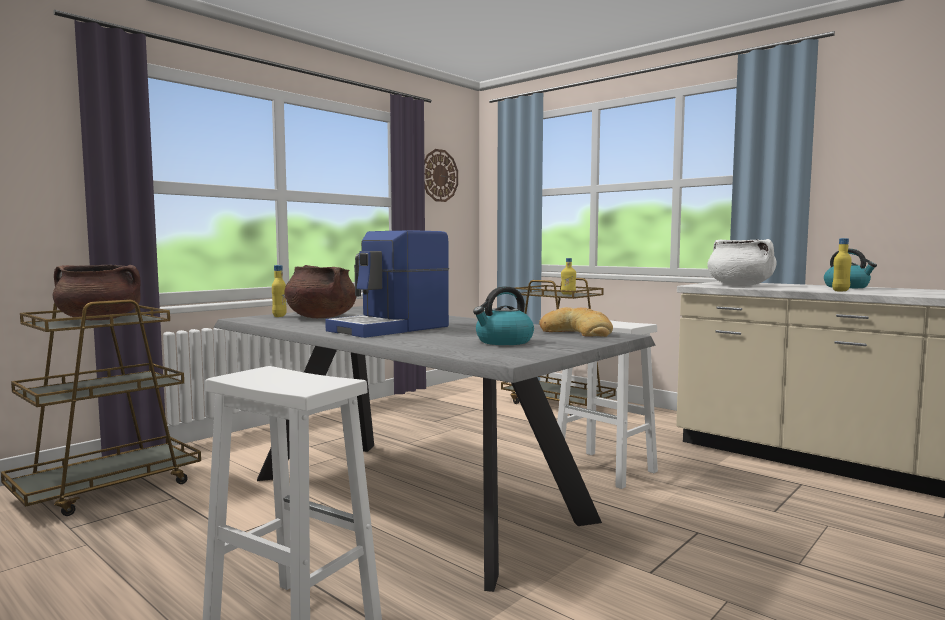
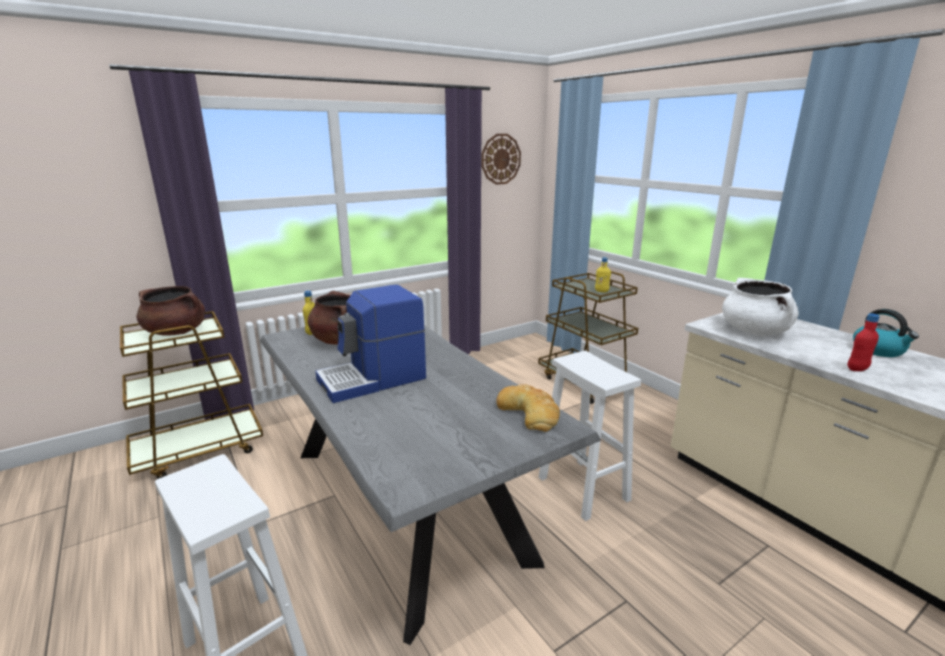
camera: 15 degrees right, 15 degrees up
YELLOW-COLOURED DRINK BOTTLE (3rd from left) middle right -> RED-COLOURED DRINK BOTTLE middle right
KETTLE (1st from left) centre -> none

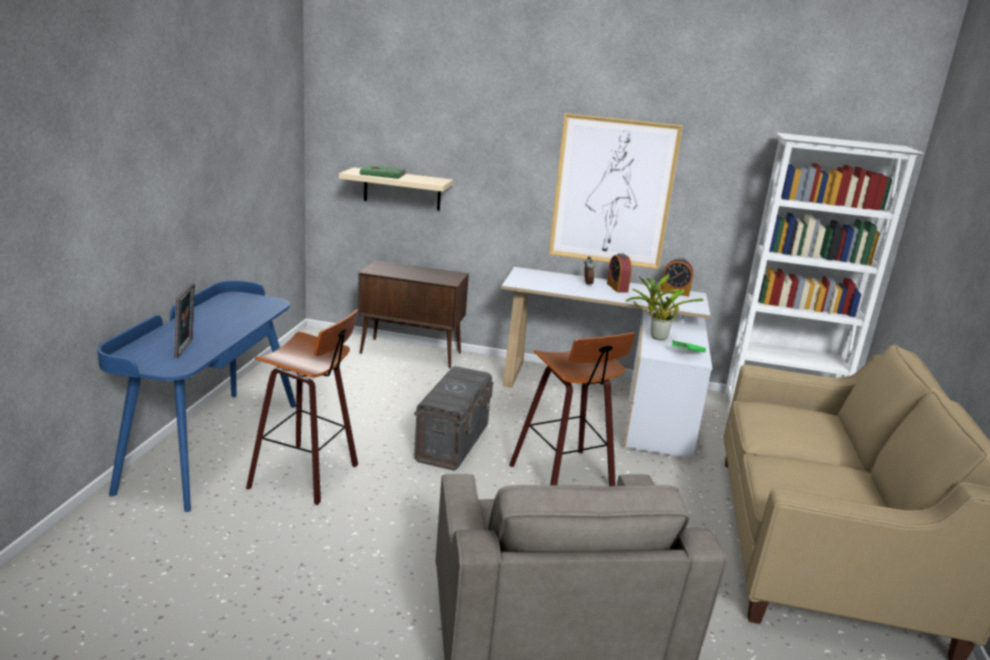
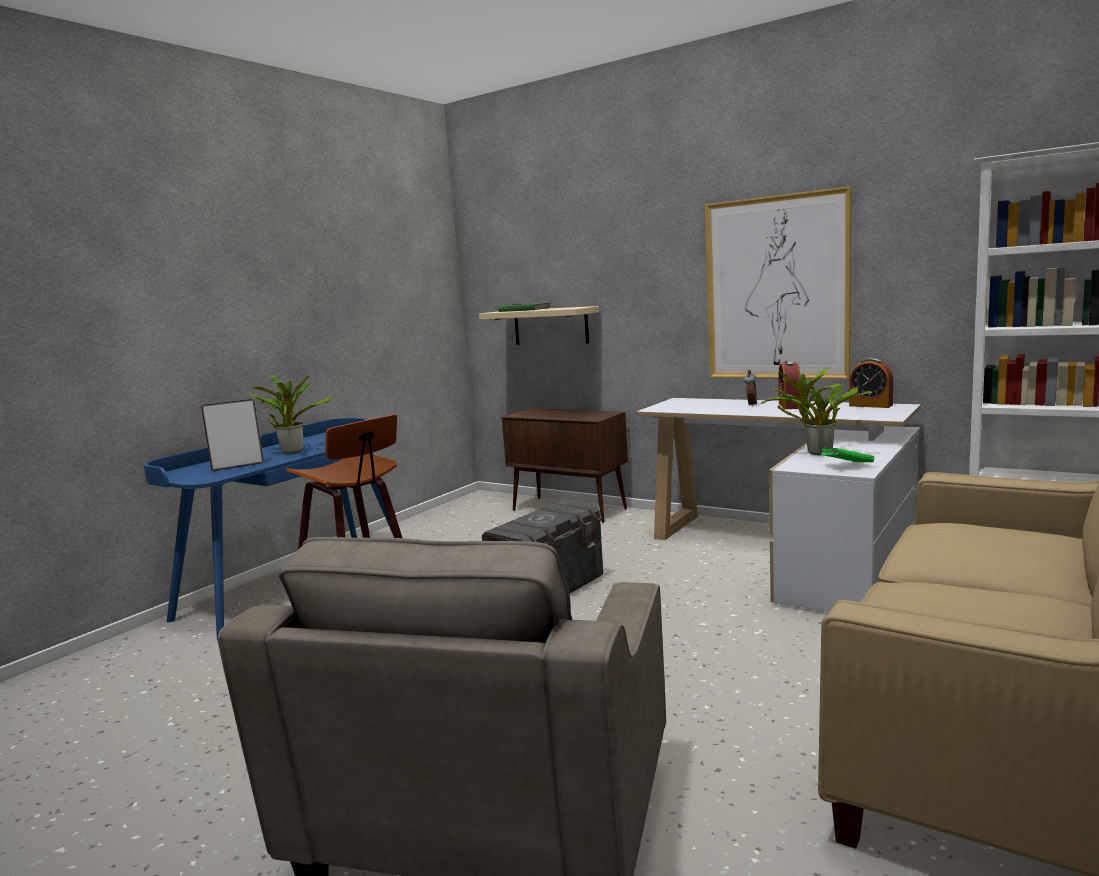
camera: 25 degrees right, 10 degrees down
PHOTO FRAME middle left, 135 degrees counterclockwise
STOOL (2nd from left) centre -> none
none -> POTTED PLANT (1st from left) middle left

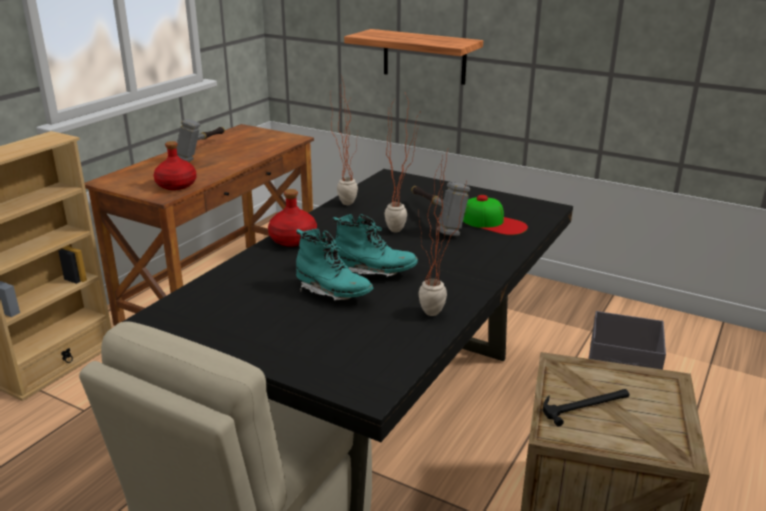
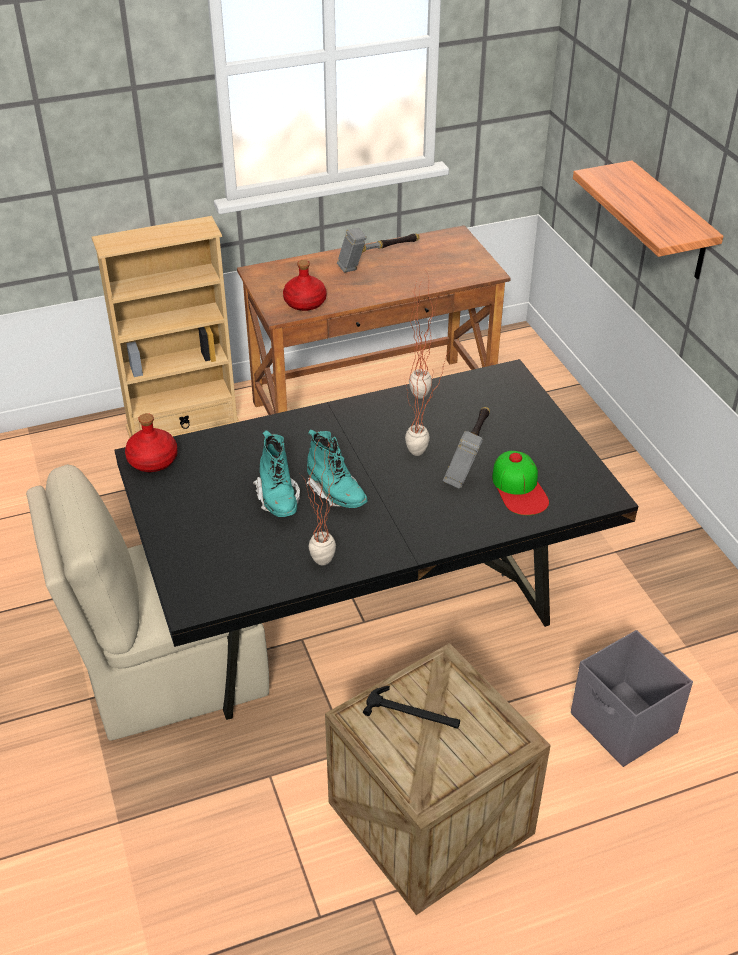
camera: 40 degrees right, 15 degrees up
RED-COLOURED DRINK BOTTLE (2nd from left in the first image) centre -> RED-COLOURED DRINK BOTTLE (1st from left) middle left, move

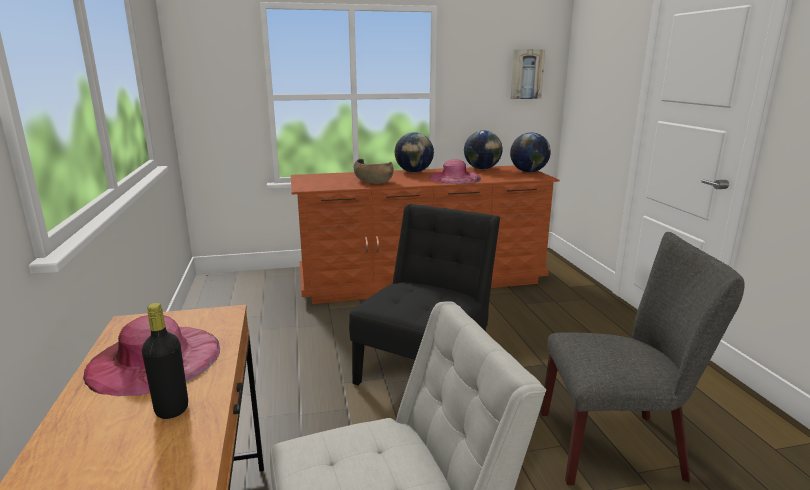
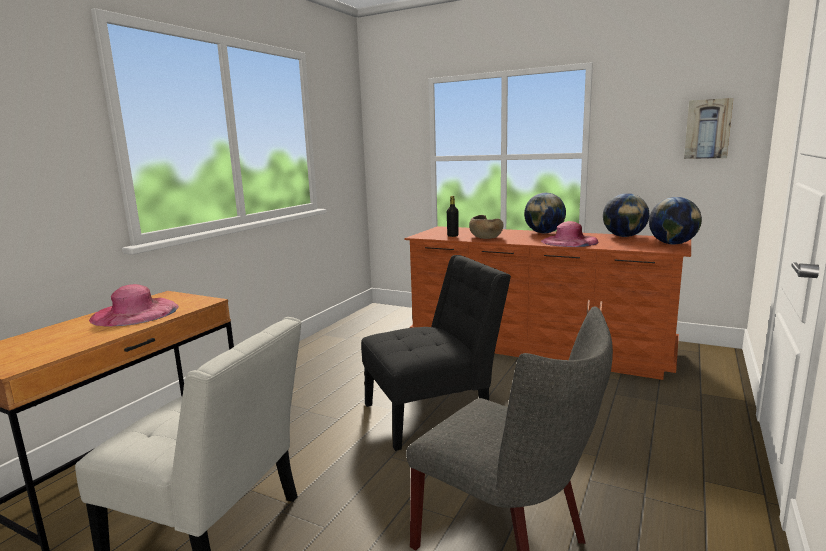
camera: 40 degrees right, 5 degrees down
BLACKISH DRINK BOTTLE bottom left -> BLACKISH DRINK BOTTLE centre, move

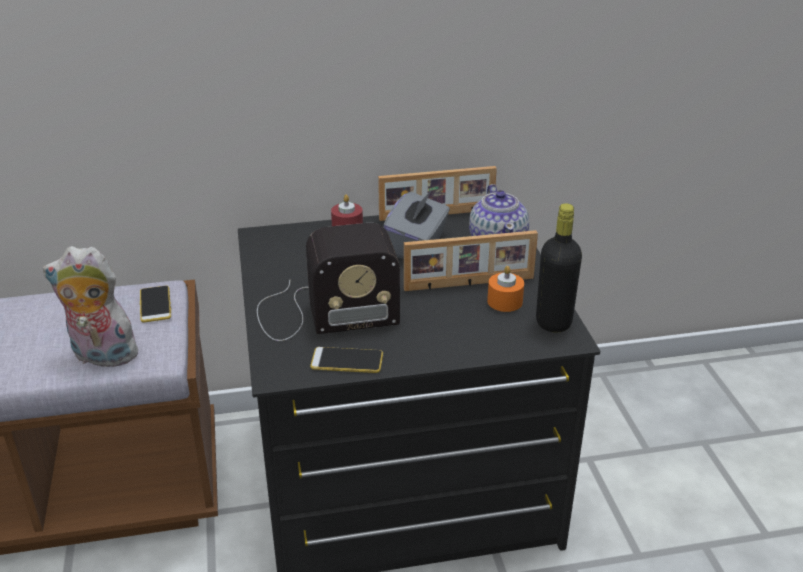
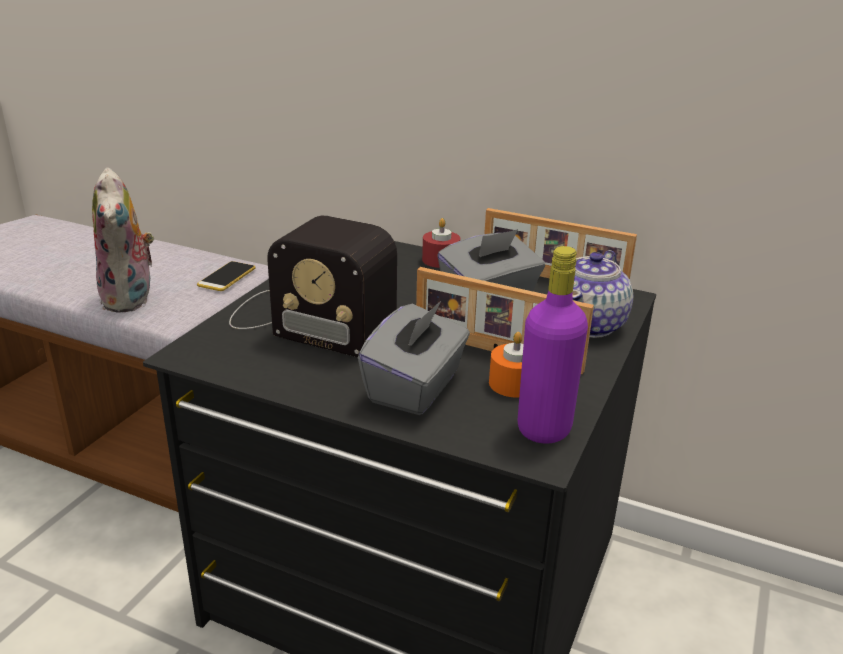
camera: 35 degrees right, 5 degrees down
BLACKISH DRINK BOTTLE middle right -> PURPLISH DRINK BOTTLE centre
CUDDLY TOY middle left, 150 degrees counterclockwise
TELEPHONE (2nd from left) centre -> none
none -> GREYISH TISSUE HOLDER (1st from left) centre

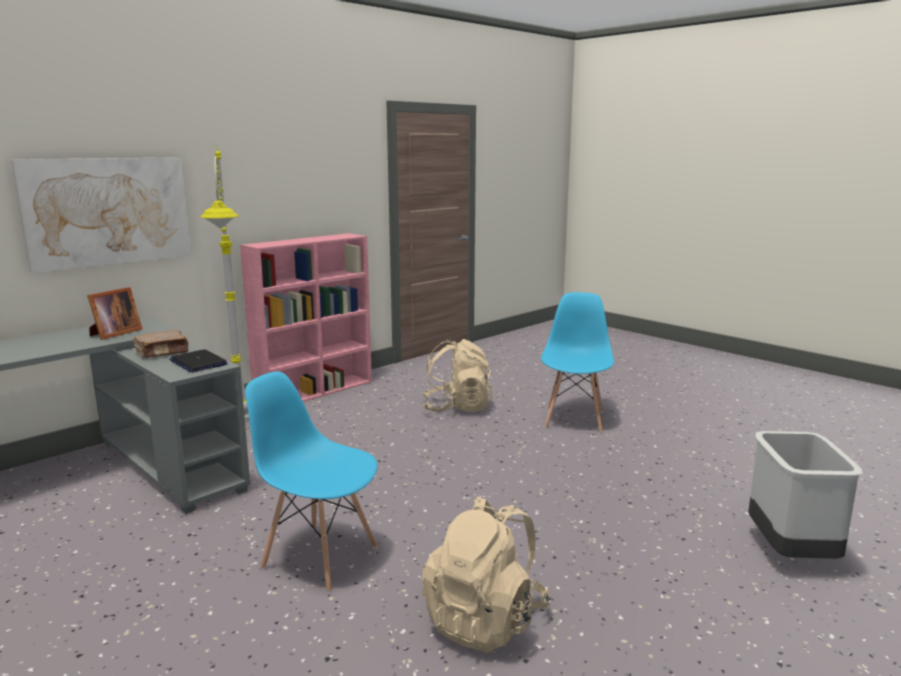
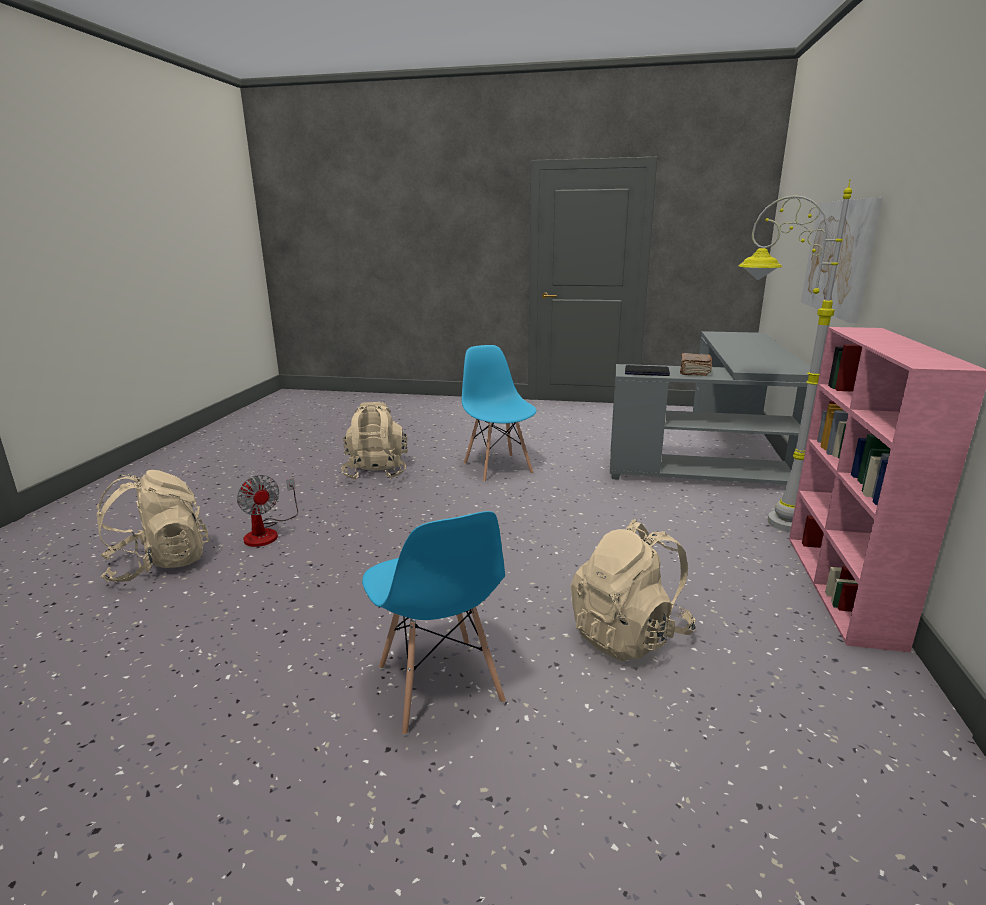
camera: 145 degrees right, 5 degrees up
PHOTO FRAME middle left -> none
BLUE-COLOURED CHAIR (1st from left in the first image) bottom centre -> BLUE-COLOURED CHAIR (2nd from left) centre, 105 degrees counterclockwise
GREYISH RUBBISH BIN bottom right -> BEIGE RUCKSACK (1st from left) middle left
none -> COOLING FAN middle left

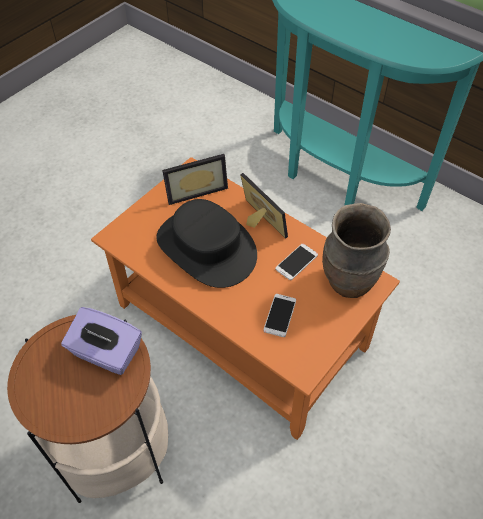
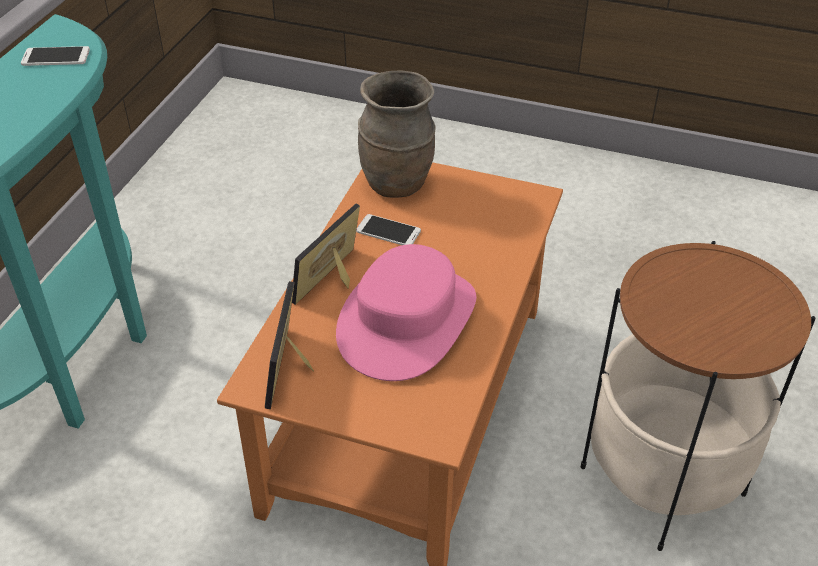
camera: 110 degrees left, 10 degrees down
PHOTO FRAME (1st from left) centre, 135 degrees counterclockwise
BLACKISH HAT centre -> PINK HAT centre
TELEPHONE (1st from left) centre -> TELEPHONE (1st from left) top left, move
PURPLISH TISSUE HOLDER middle left -> none

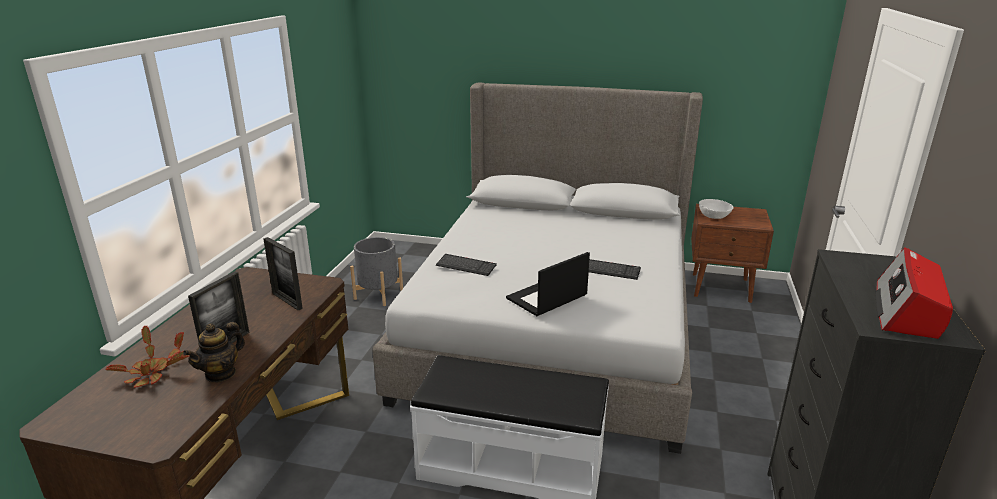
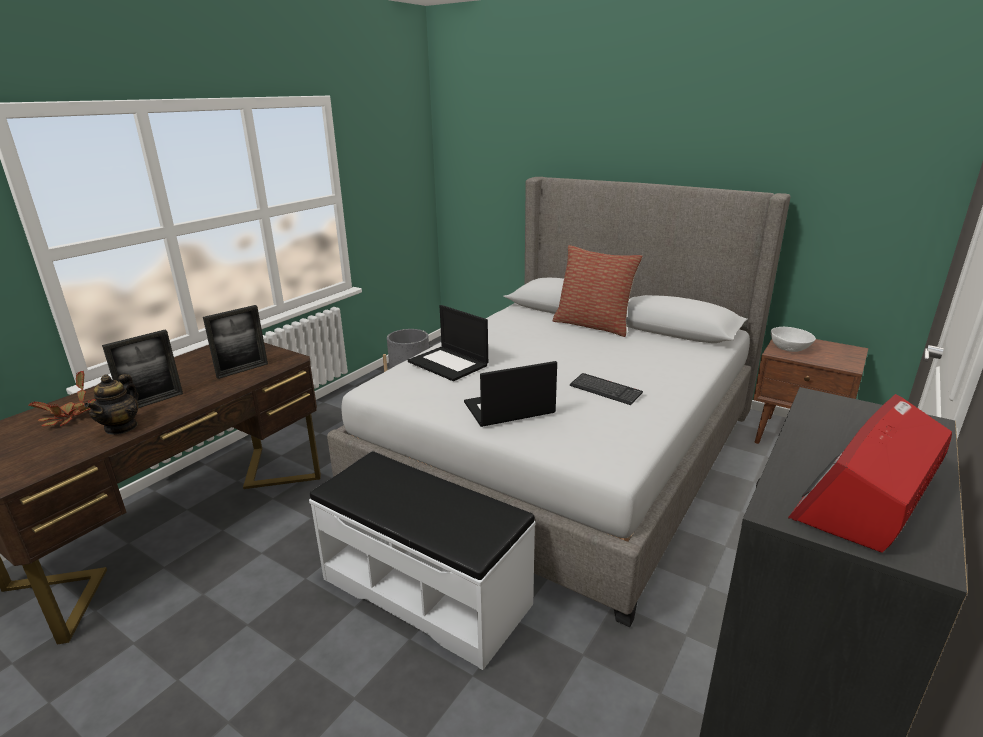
camera: 20 degrees right, 0 degrees up
PHOTO FRAME (2nd from left) middle left, 105 degrees counterclockwise
PC KEYBOARD (1st from left) centre -> PORTABLE COMPUTER (1st from left) centre
TEA POT bottom left -> TEA POT middle left, 45 degrees counterclockwise
none -> CUSHION centre

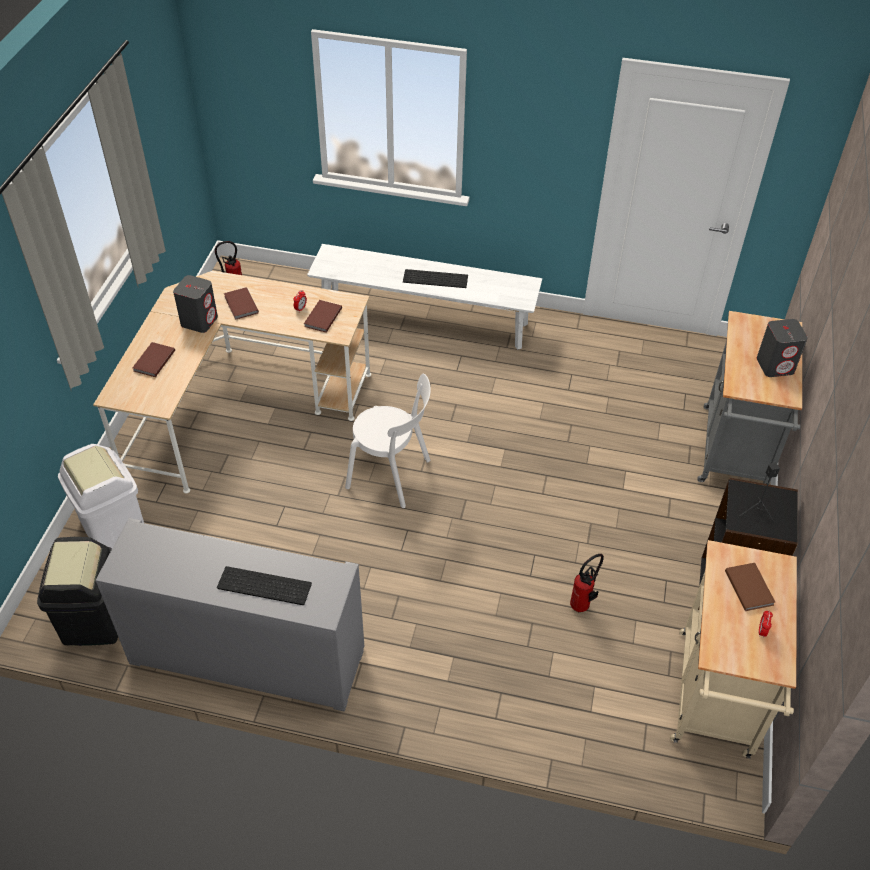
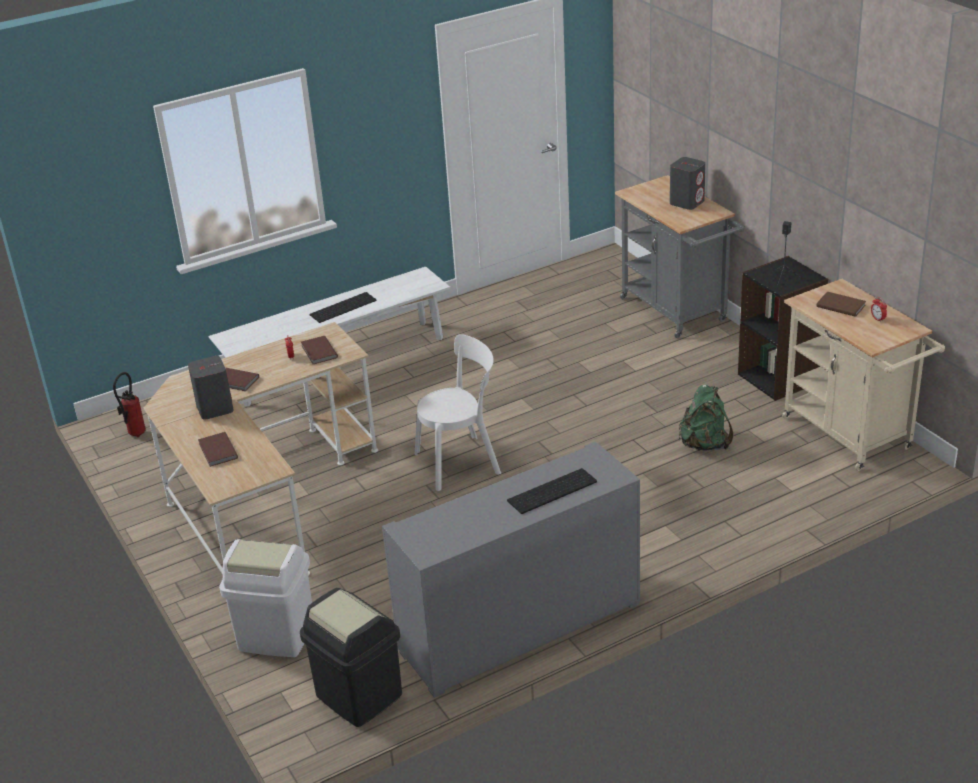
camera: 40 degrees left, 15 degrees down
FIRE-FIGHTING CYLINDER (2nd from left) bottom right -> GREENISH RUCKSACK middle right

